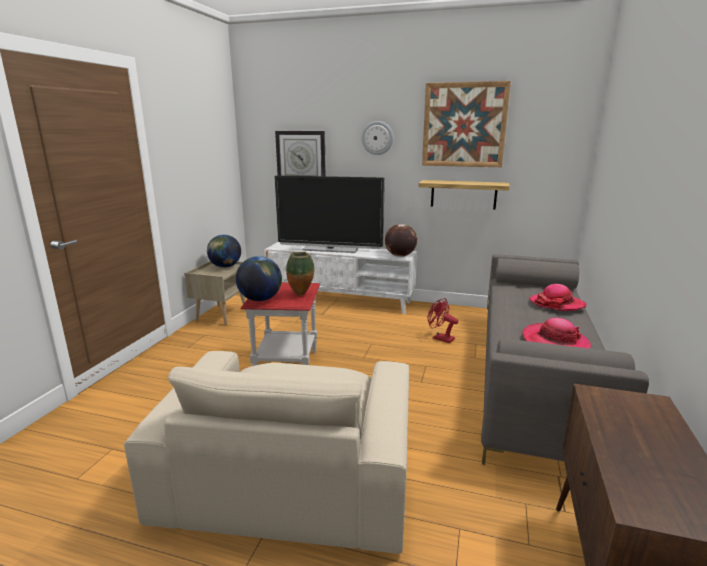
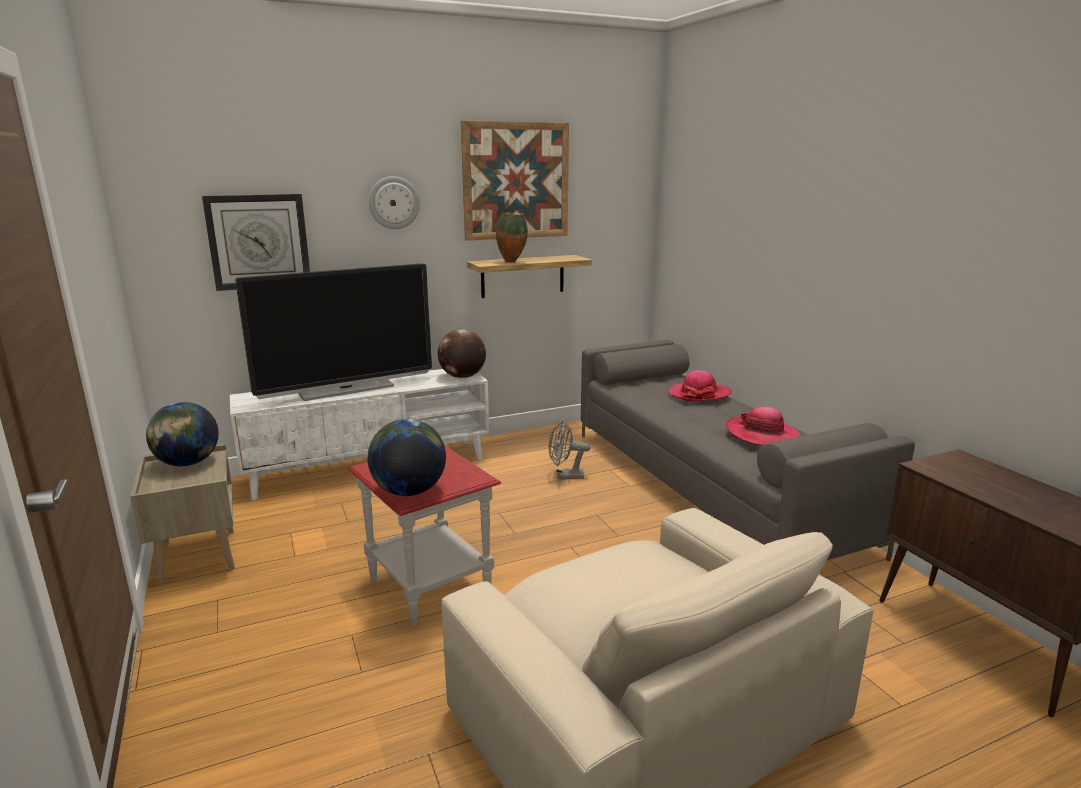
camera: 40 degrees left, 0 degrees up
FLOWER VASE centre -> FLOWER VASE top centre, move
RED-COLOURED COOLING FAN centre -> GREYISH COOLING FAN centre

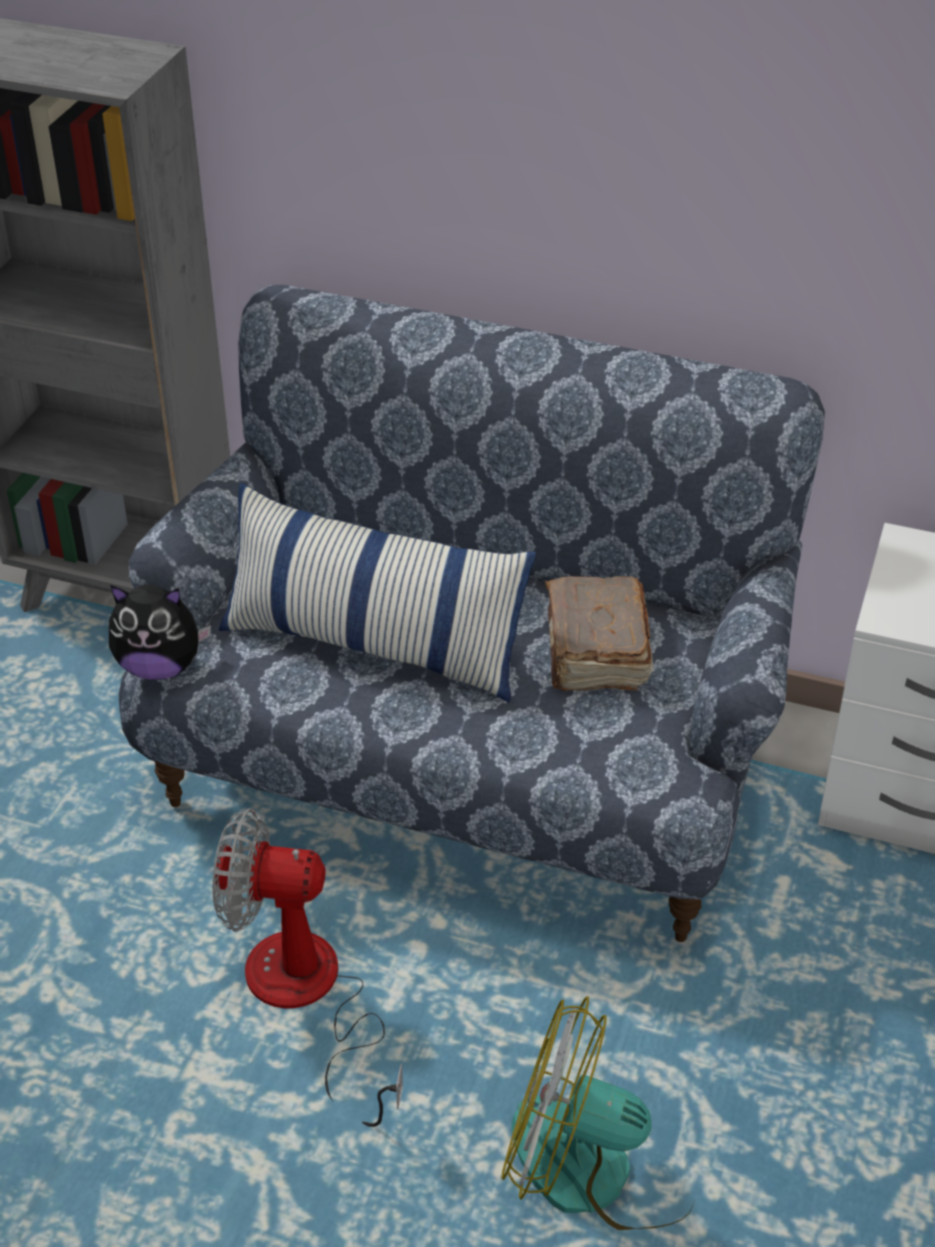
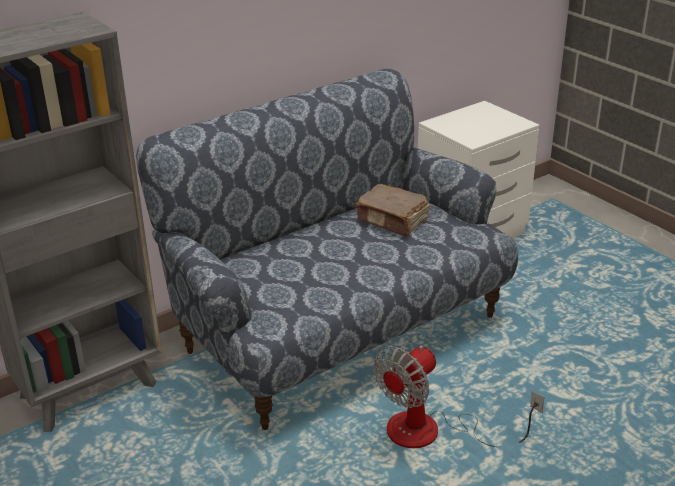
camera: 55 degrees left, 10 degrees down
CUSHION centre -> none
CUDDLY TOY middle left -> none
COOLING FAN (2nd from left) bottom centre -> none

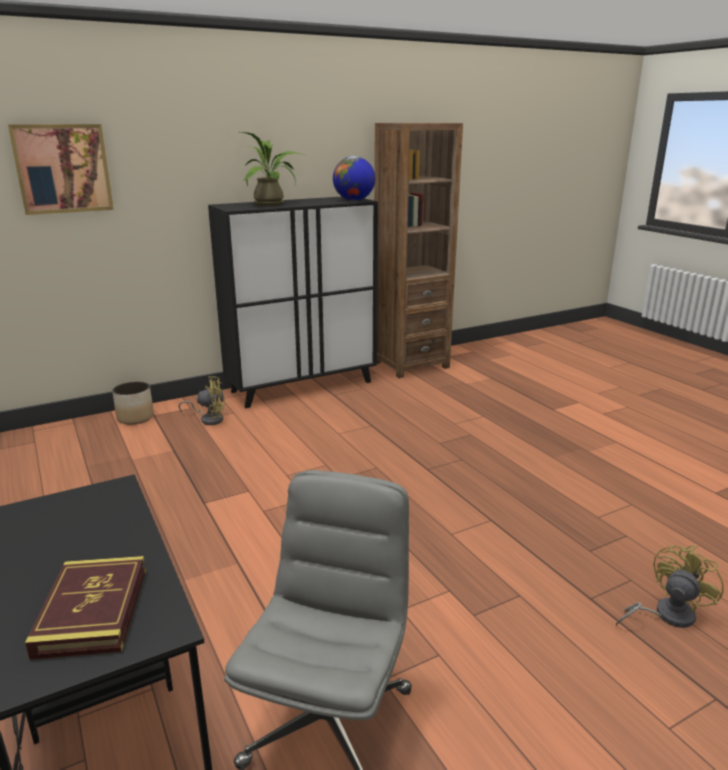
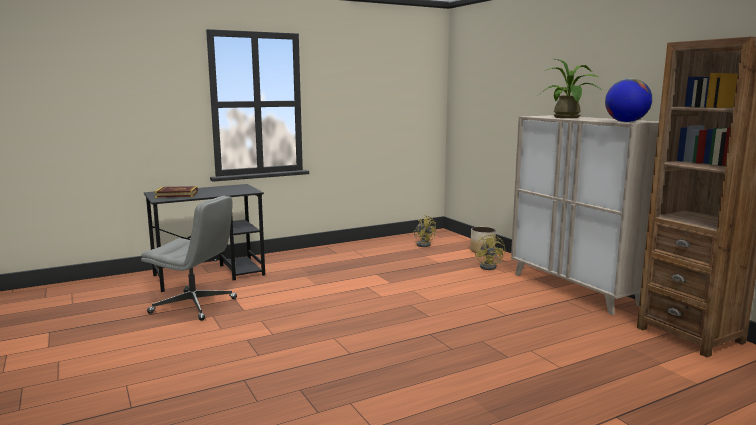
camera: 90 degrees right, 10 degrees down
PICTURE top left -> none
BLACKISH CABINET centre -> BEIGE CABINET middle right
YELLOW-COLOURED COOLING FAN (2nd from left in the first image) bottom right -> YELLOW-COLOURED COOLING FAN (1st from left) centre, move

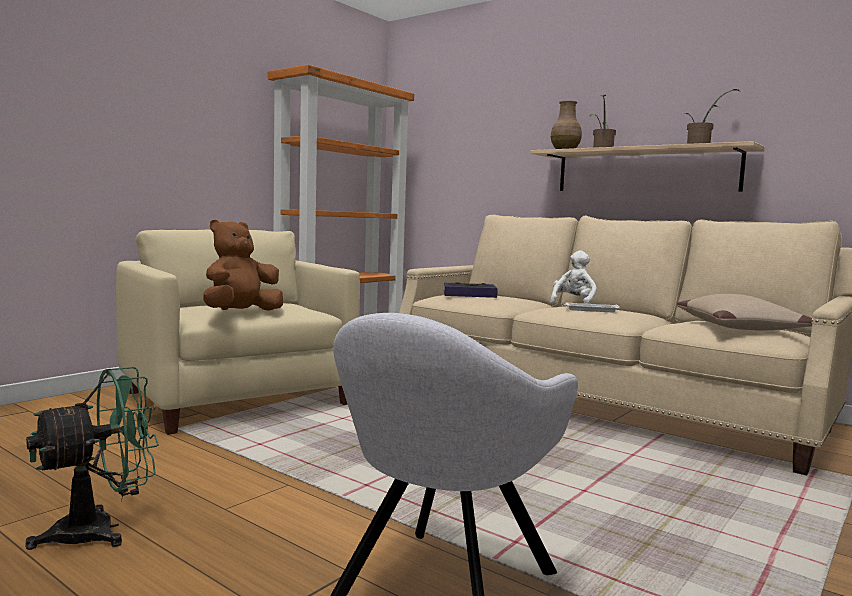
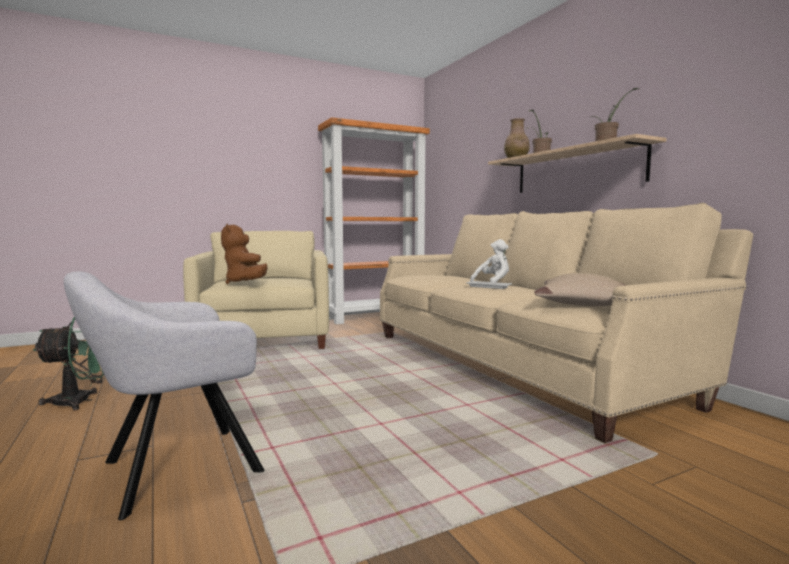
camera: 25 degrees right, 0 degrees up
BROWNISH CUDDLY TOY middle left, 90 degrees counterclockwise
VOLUME centre -> none

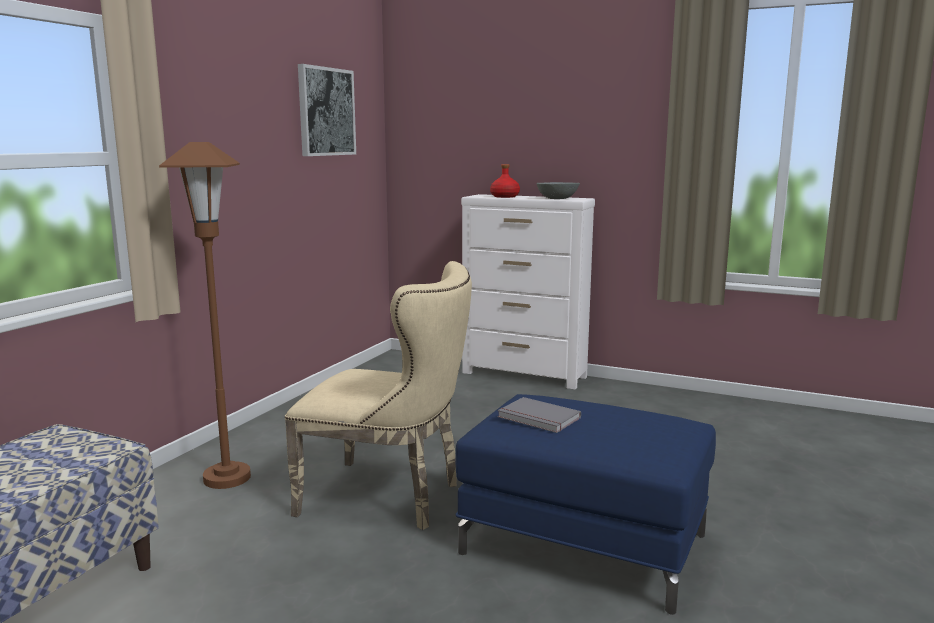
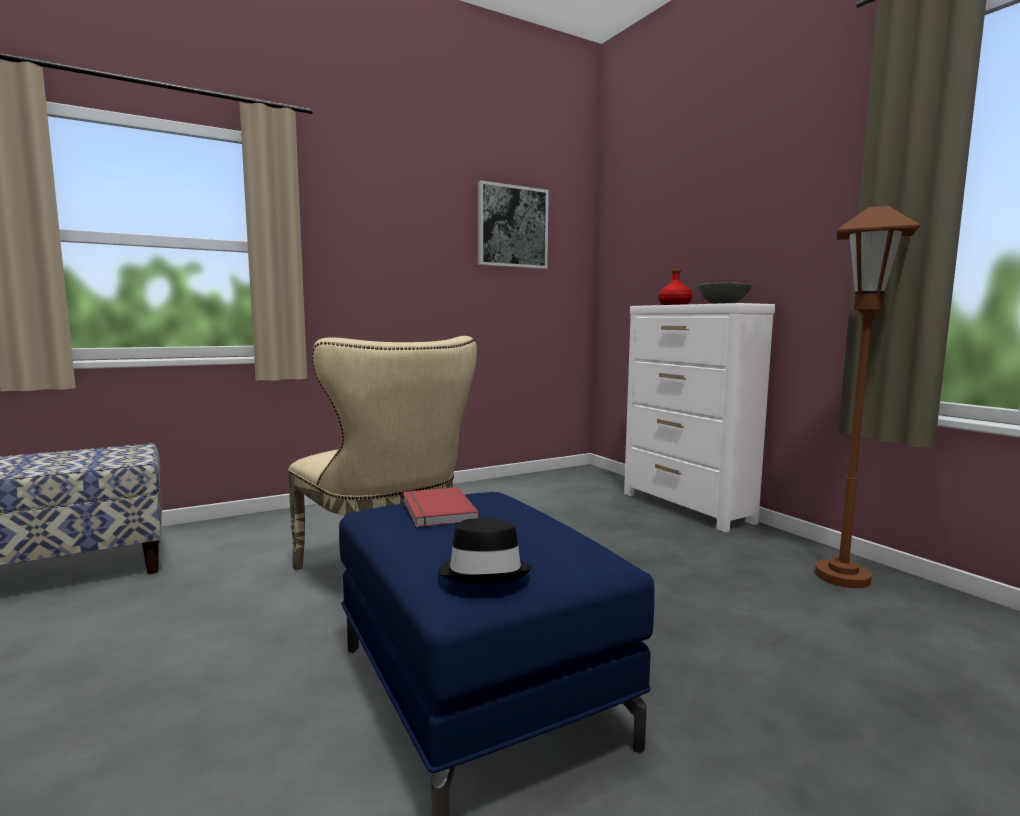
camera: 35 degrees right, 5 degrees down
BROWNISH STANDING LAMP middle left -> BROWNISH STANDING LAMP middle right, move
GREYISH VOLUME centre -> RED-COLOURED VOLUME centre
none -> BLACKISH HAT bottom centre

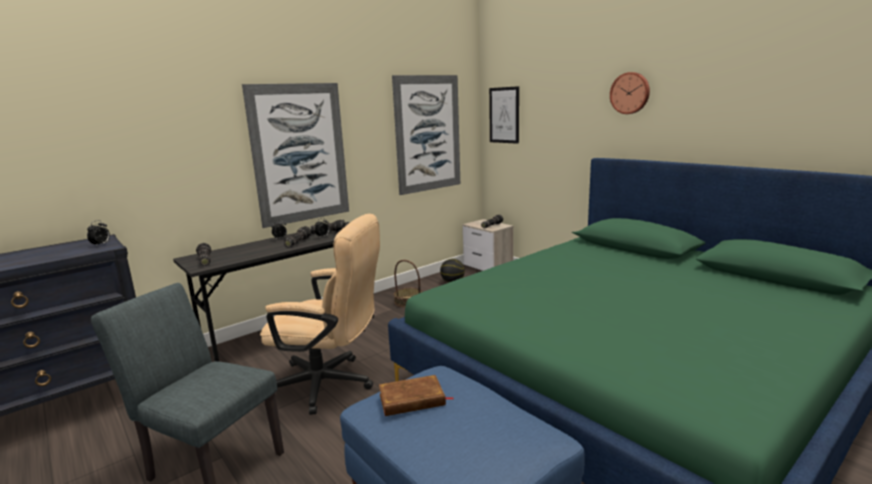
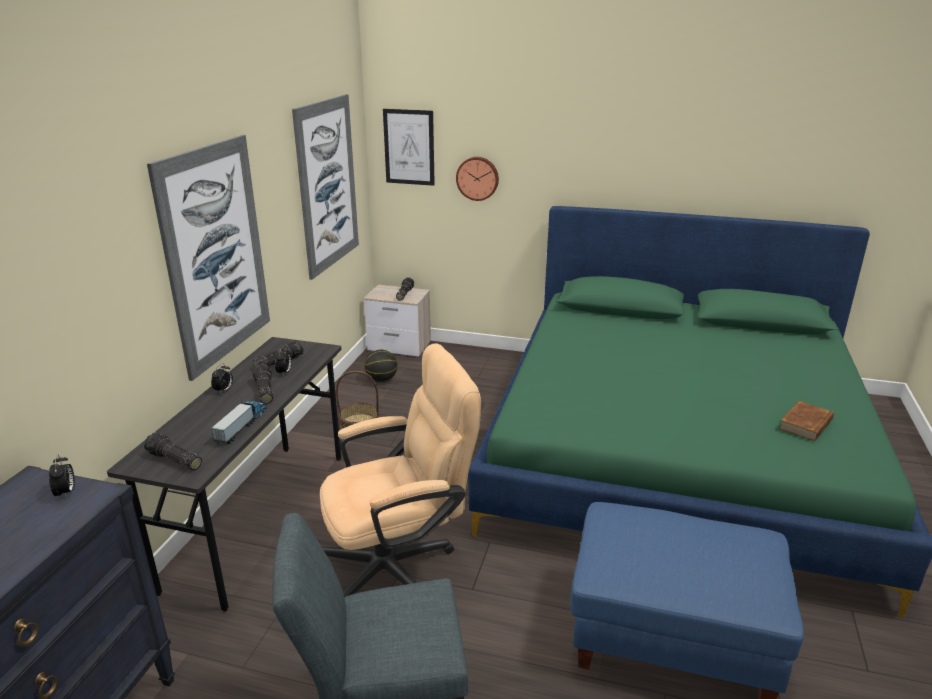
camera: 35 degrees left, 10 degrees up
HANGING CLOCK top right -> HANGING CLOCK top centre, move
BROWNISH VOLUME bottom centre -> BROWNISH VOLUME middle right, move
none -> TOY LORRY middle left

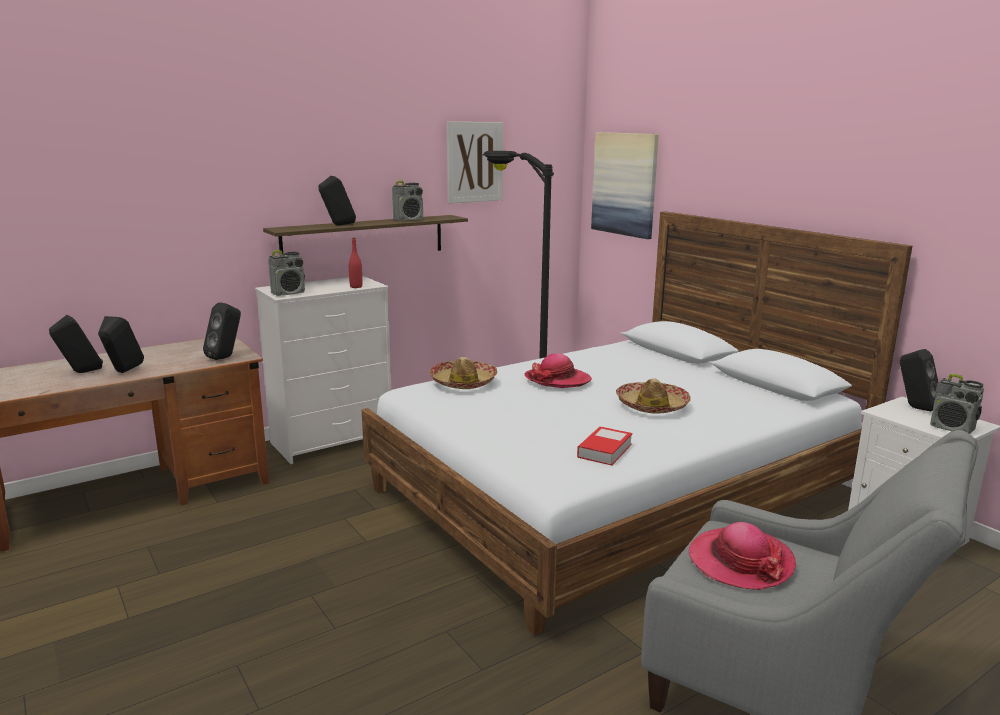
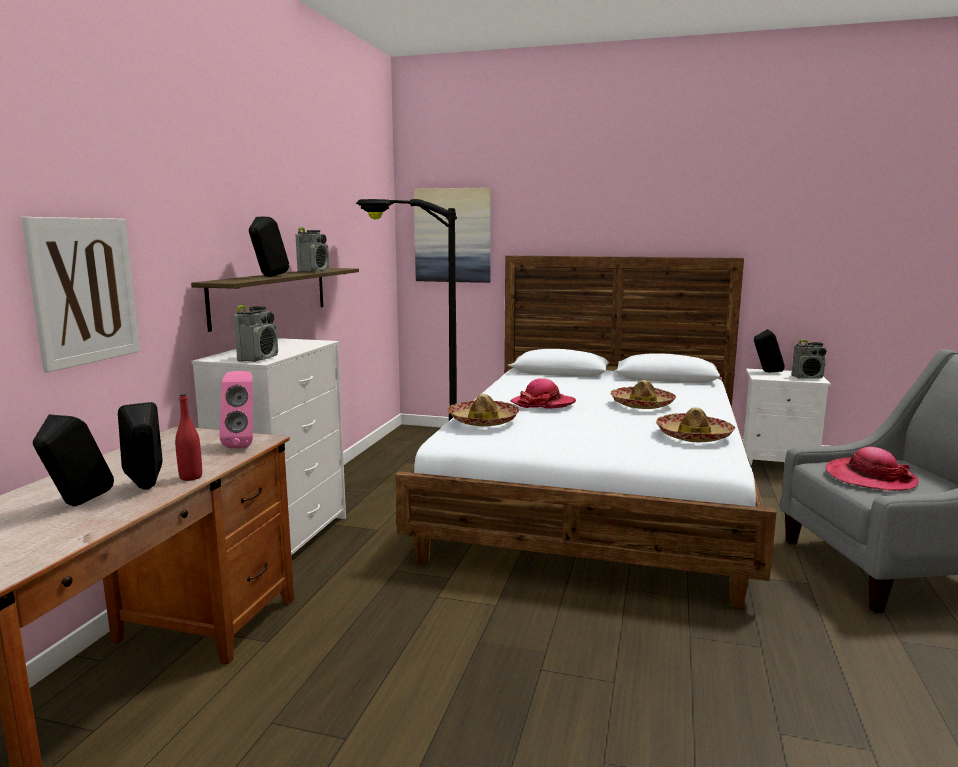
camera: 40 degrees left, 5 degrees down
PICTURE (1st from left) top centre -> PICTURE (1st from left) middle left, move
RED-COLOURED DRINK BOTTLE centre -> RED-COLOURED DRINK BOTTLE middle left, move
BLACKISH AUDIO SPEAKER (3rd from left) middle left -> PINK AUDIO SPEAKER middle left
VOLUME centre -> HAT (4th from left) middle right

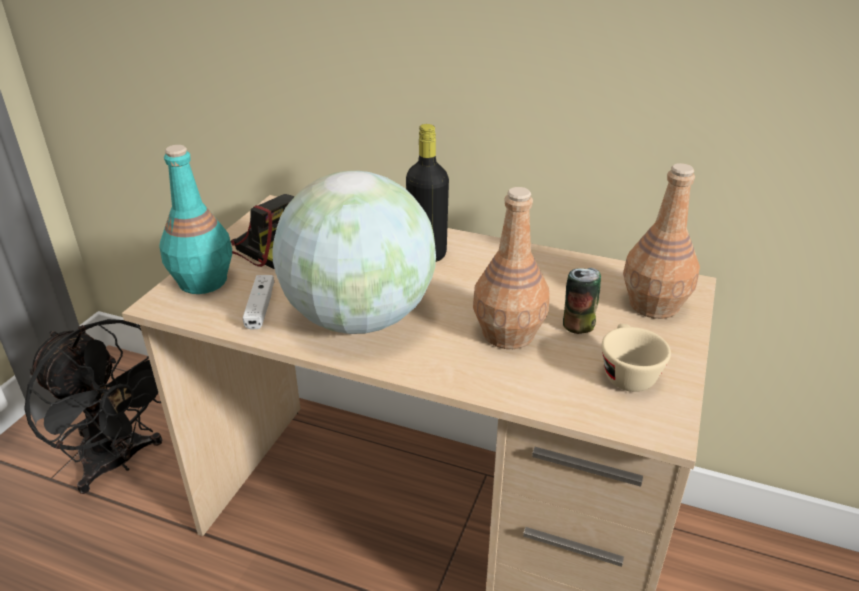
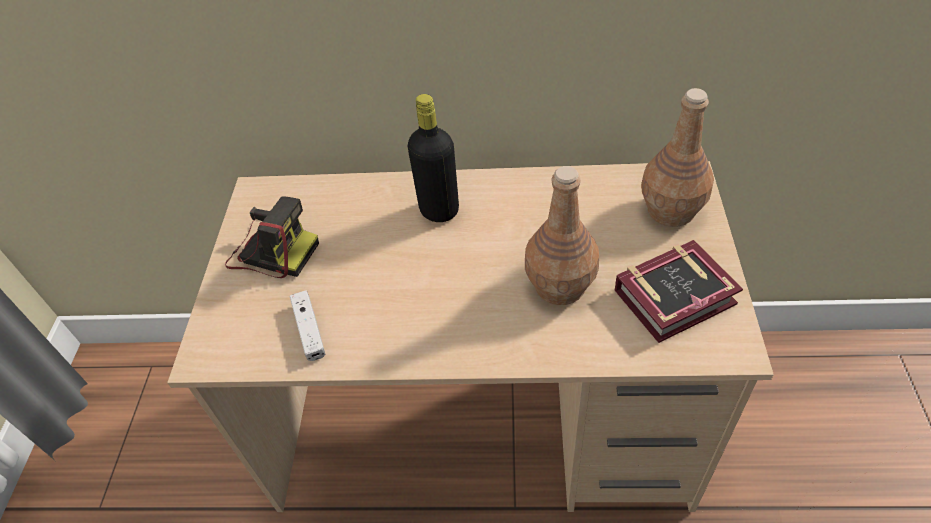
camera: 15 degrees left, 15 degrees up
BLUE-GREEN DRINK BOTTLE middle left -> none
DESK GLOBE centre -> none
SEALED CAN middle right -> none
BLACKISH COOLING FAN bottom left -> none
BEIGE DRINKING CUP middle right -> VOLUME middle right

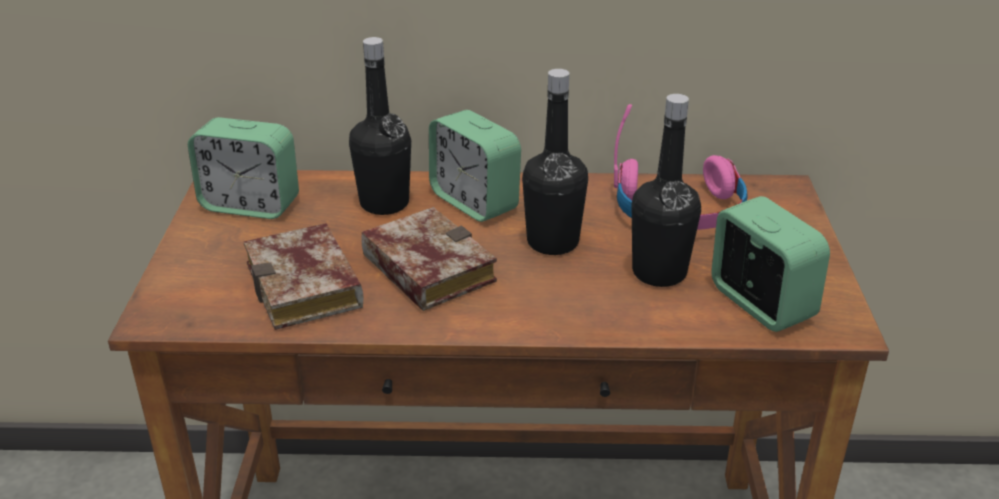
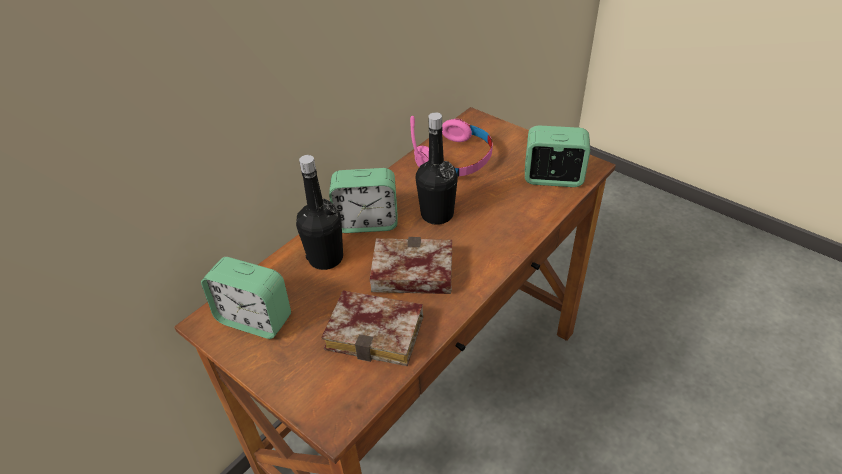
camera: 50 degrees left, 10 degrees up
BLACKISH DRINK BOTTLE (3rd from left) middle right -> none
ALARM CLOCK (1st from left) middle left, 60 degrees clockwise

